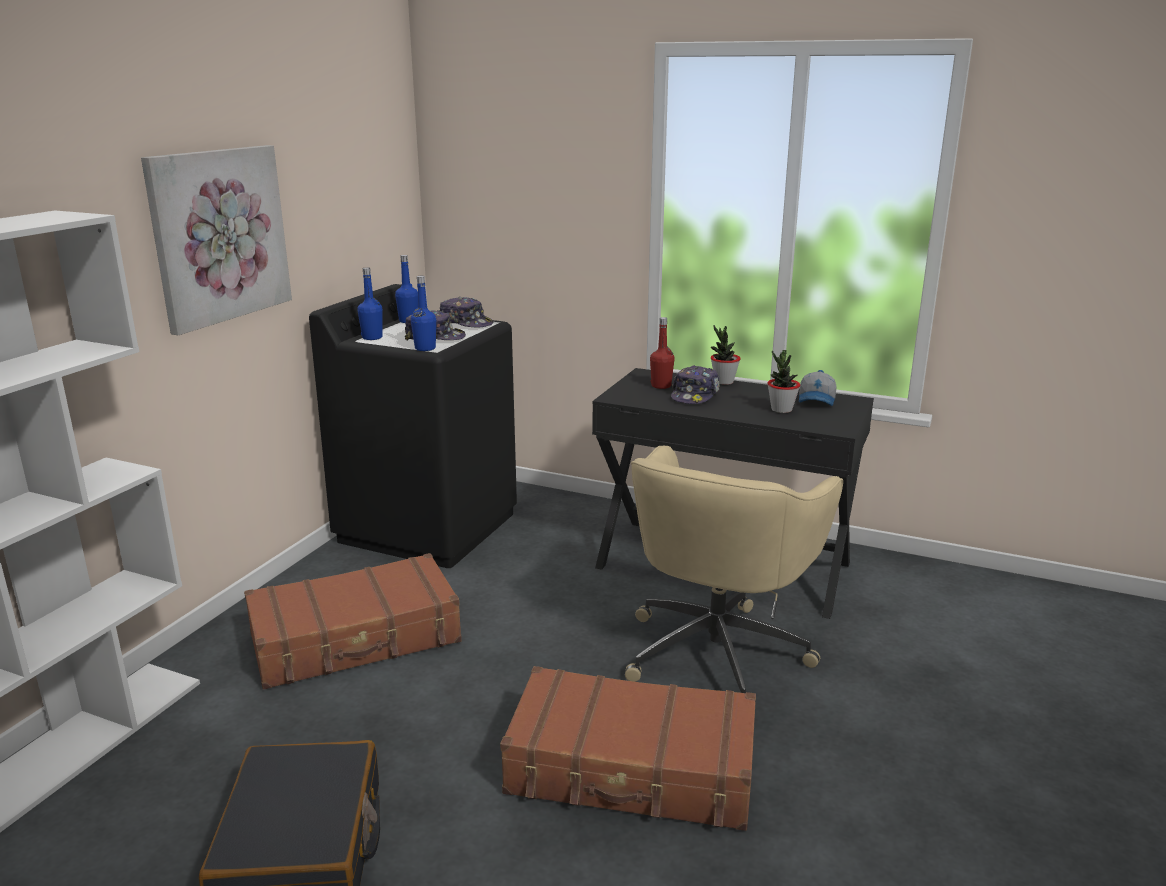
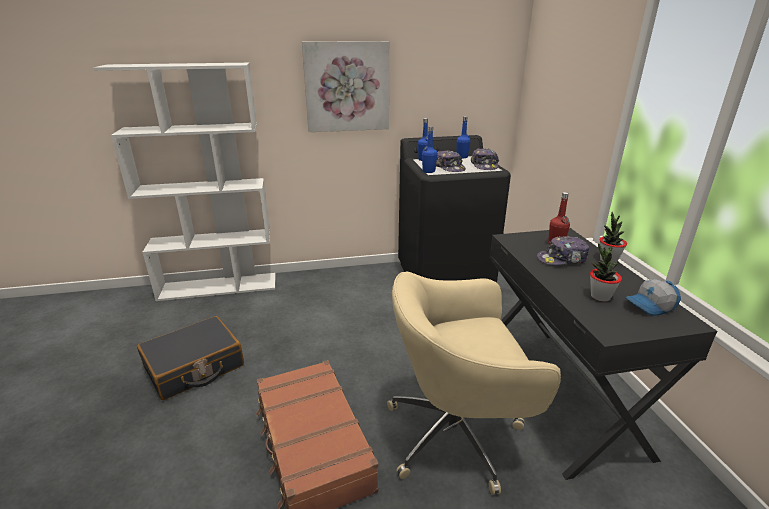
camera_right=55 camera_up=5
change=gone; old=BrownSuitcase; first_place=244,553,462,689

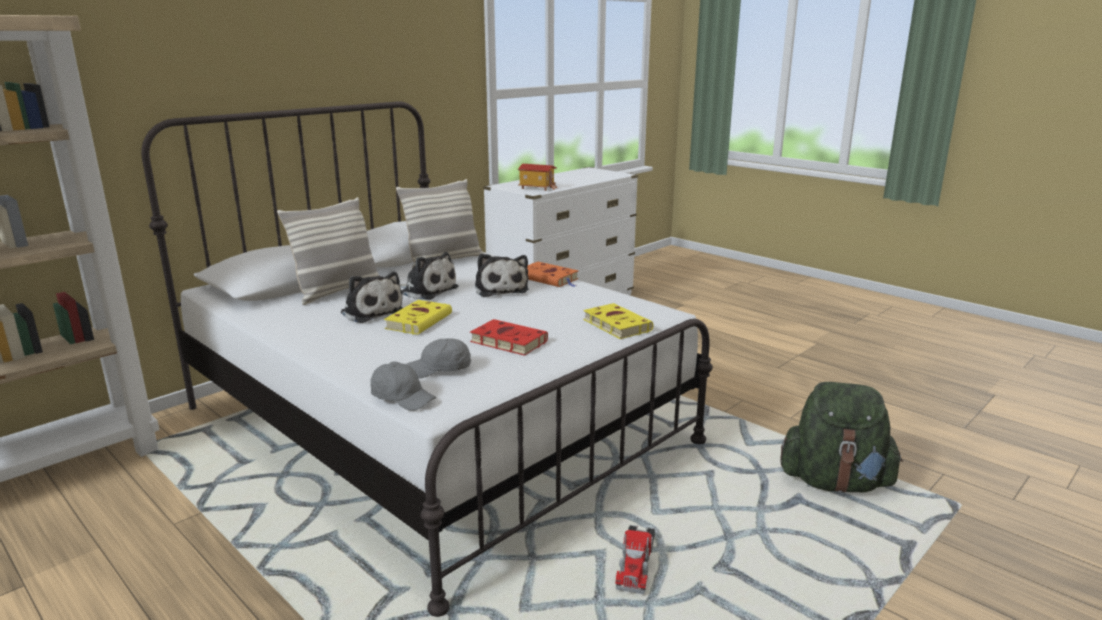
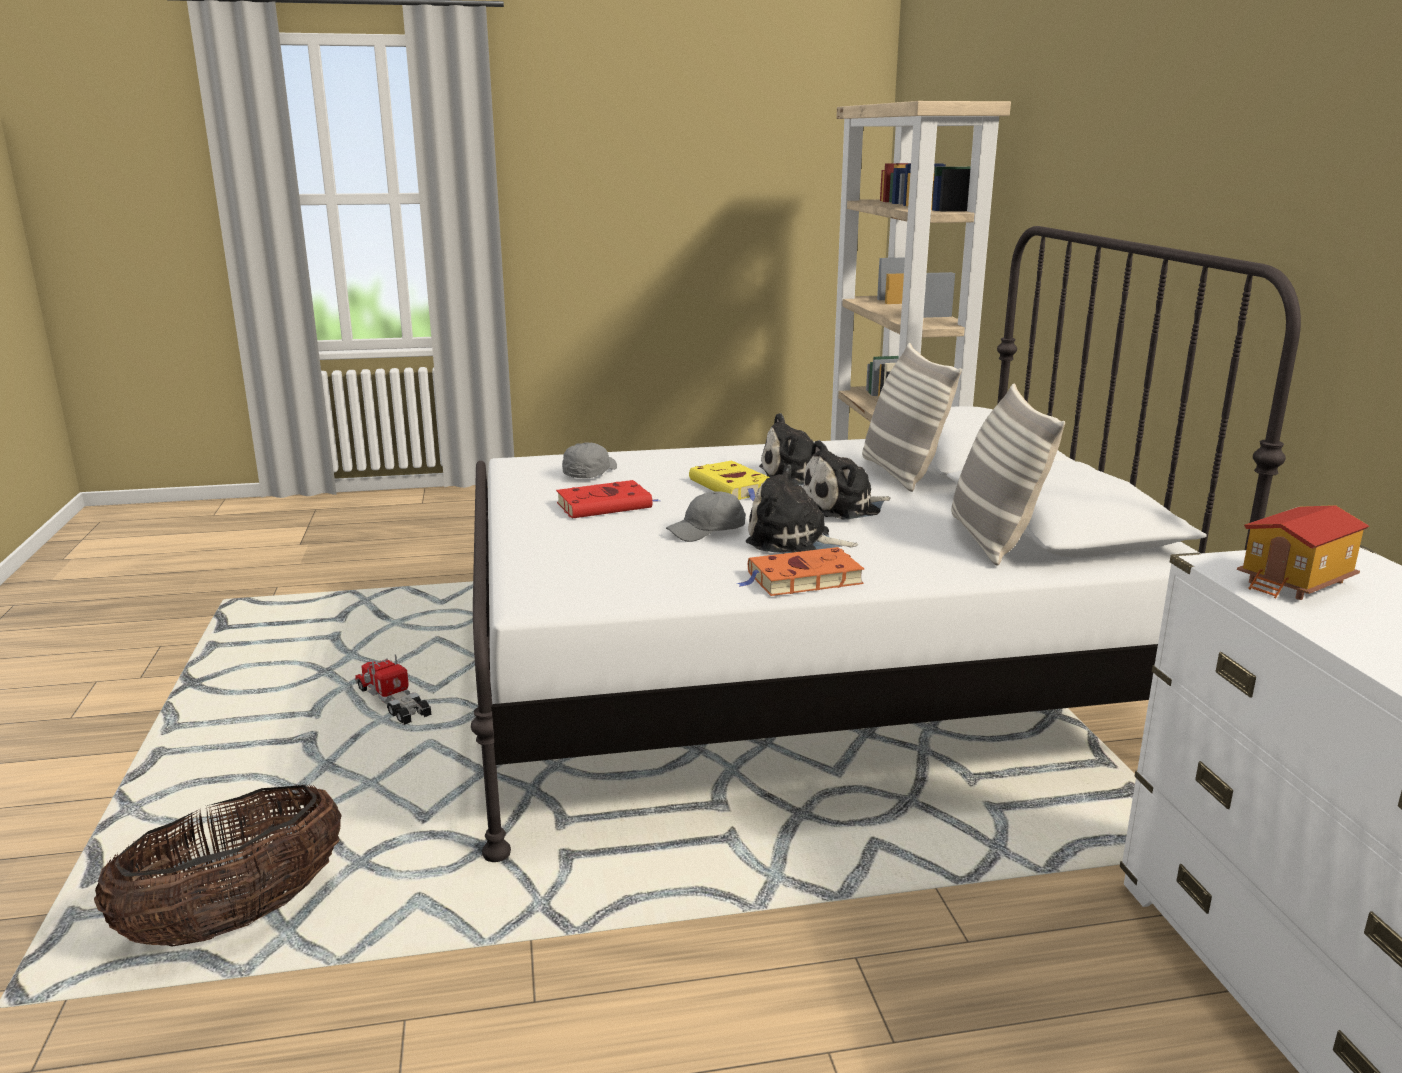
camera_right=125 camera_up=0
change=gone; old=YellowBook; first_place=583,303,653,339
change=shifted; old=GreyCap; first_place=371,362,436,411; second_place=666,491,746,542
change=swapped; old=GreenBackpack; new=Basket; first_place=780,382,903,493; second_place=94,784,342,947

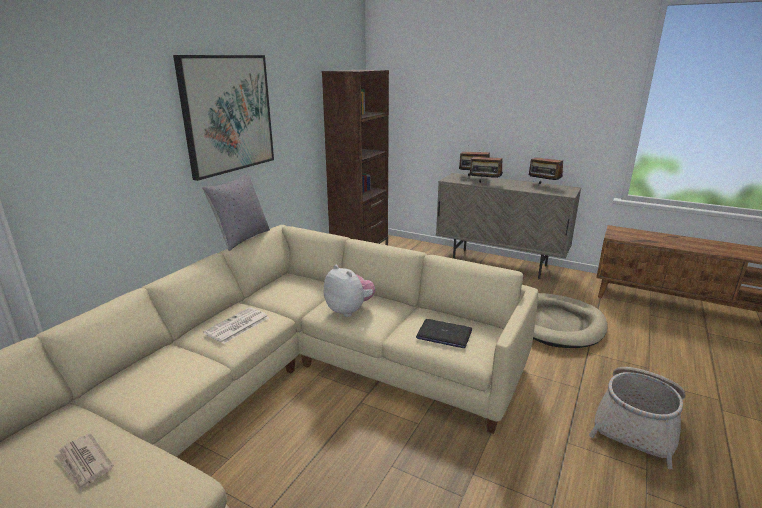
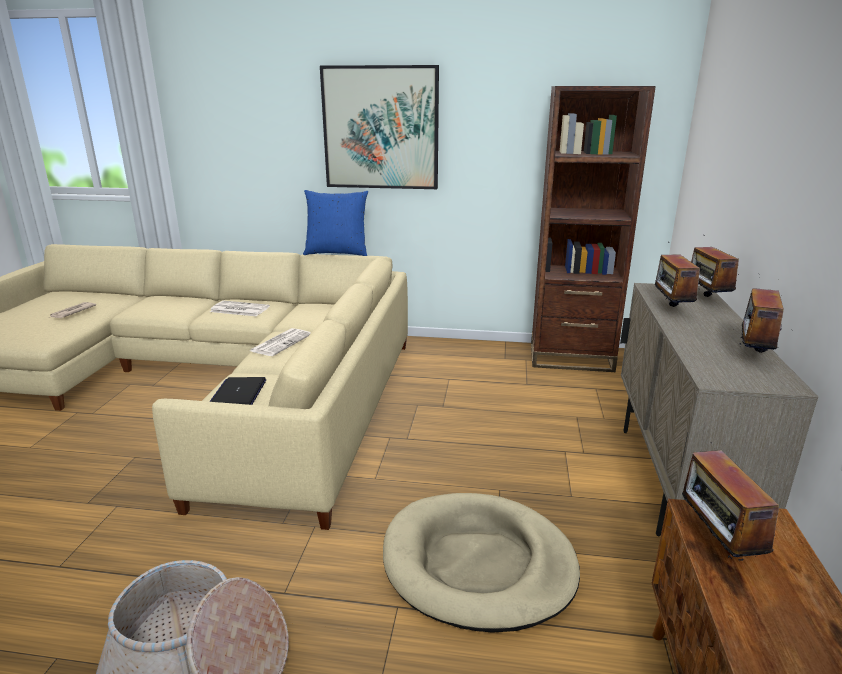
camera_right=70 camera_up=0
change=repainted; old=GreyPillow; new=BluePillow; first_place=202,173,270,251; second_place=303,190,368,256
change=swapped; old=PlushToy; new=Newspaper; first_place=324,265,376,317; second_place=250,328,311,356
change=new; new=Radio; second_place=680,442,779,561

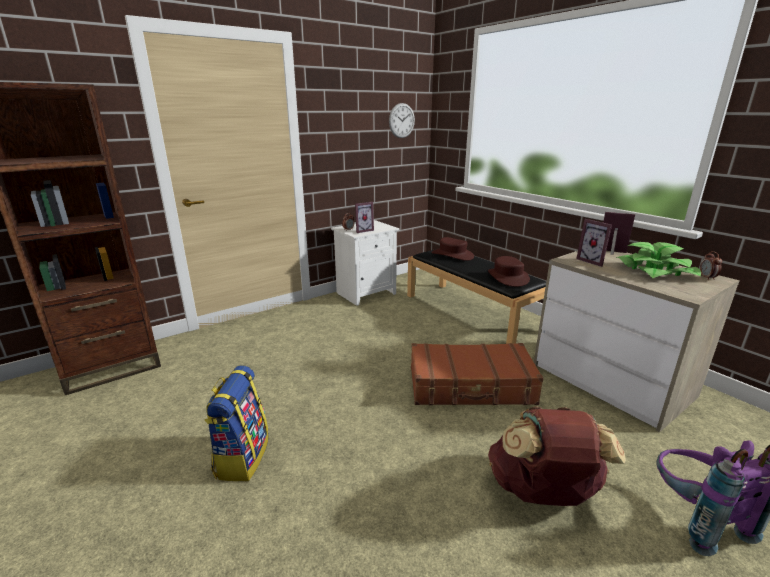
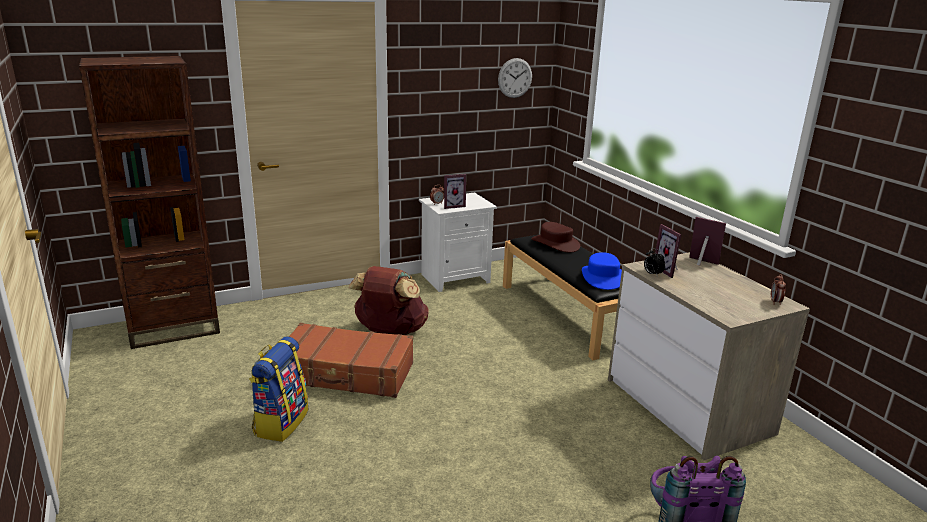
camera_right=10 camera_up=0
change=gone; old=PottedPlant; first_place=616,242,701,278
change=repainted; old=BrownHat; new=BlueHat; first_place=488,256,530,287; second_place=582,252,622,290
change=shifted; old=BrownSuitcase; first_place=411,343,544,405; second_place=289,323,413,398
change=shifted; old=BrownBackpack; first_place=488,406,626,506; second_place=348,266,429,335
change=new; new=AlarmClock; second_place=644,248,665,277

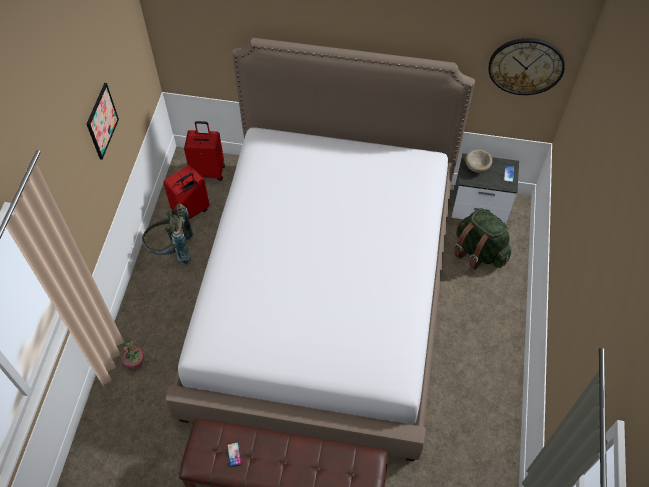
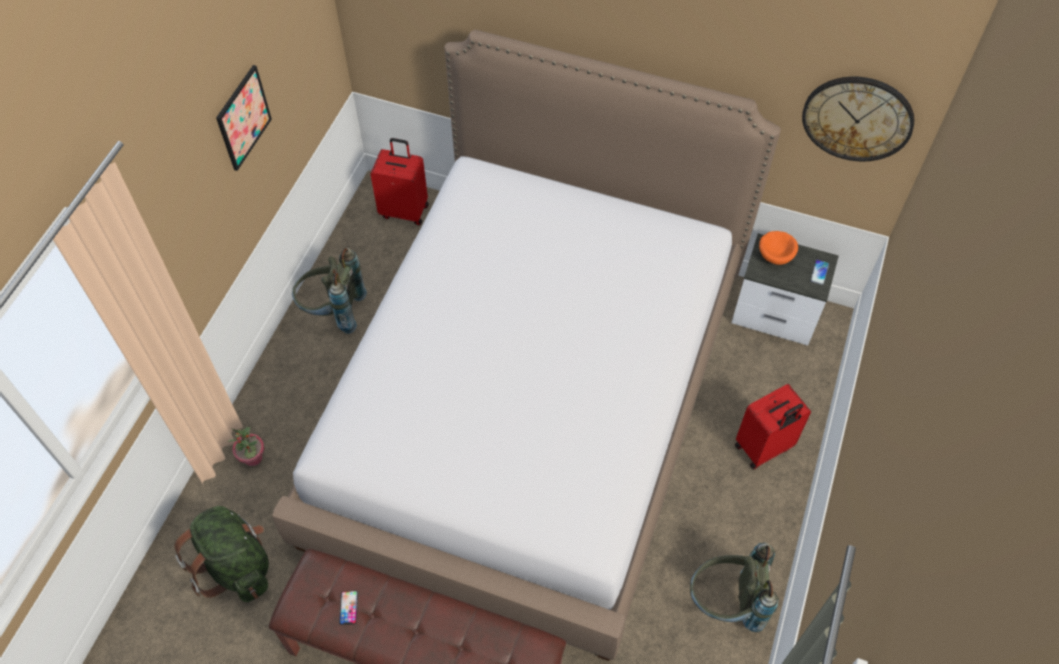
camera_right=10 camera_up=0
change=repainted; old=BeigeBowl; new=OrangeBowl; first_place=466,150,492,173; second_place=759,231,798,265
change=shifted; old=RedSuitcase; first_place=163,165,210,219; second_place=735,384,811,470
change=shifted; old=GreenBackpack; first_place=454,208,511,270; second_place=174,506,269,602
change=new; new=GreyBackpack; second_place=690,543,779,632

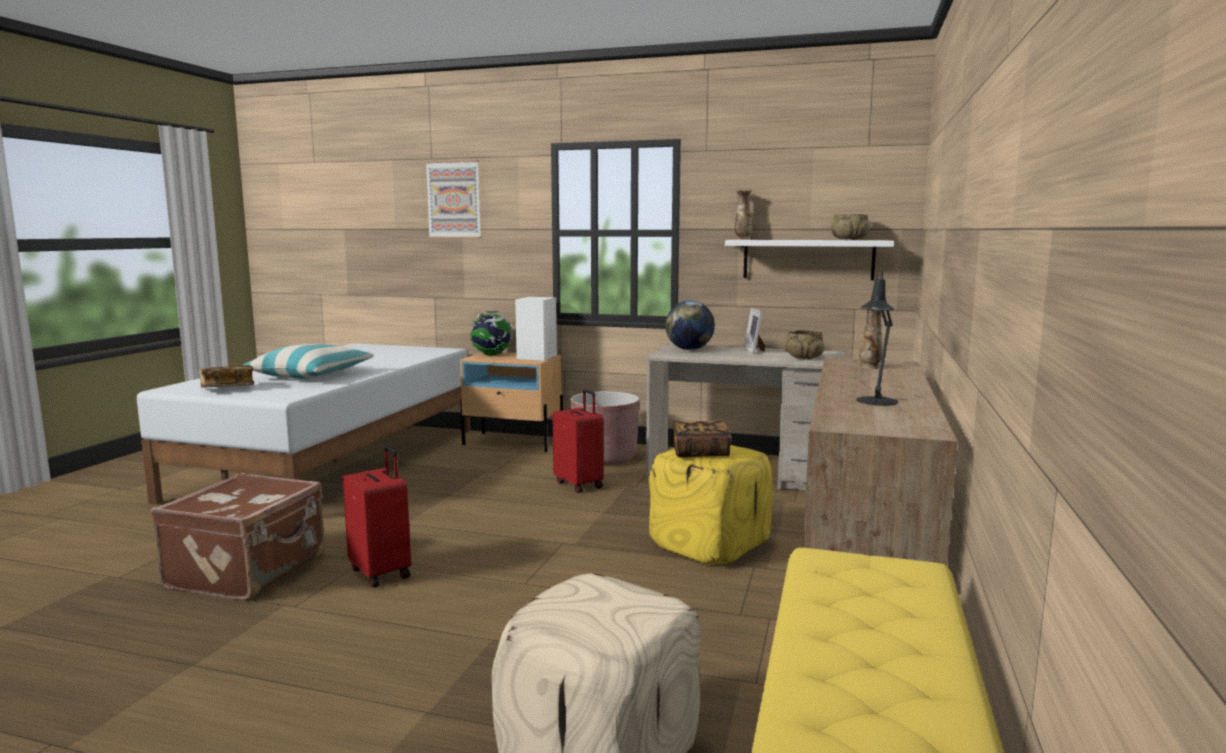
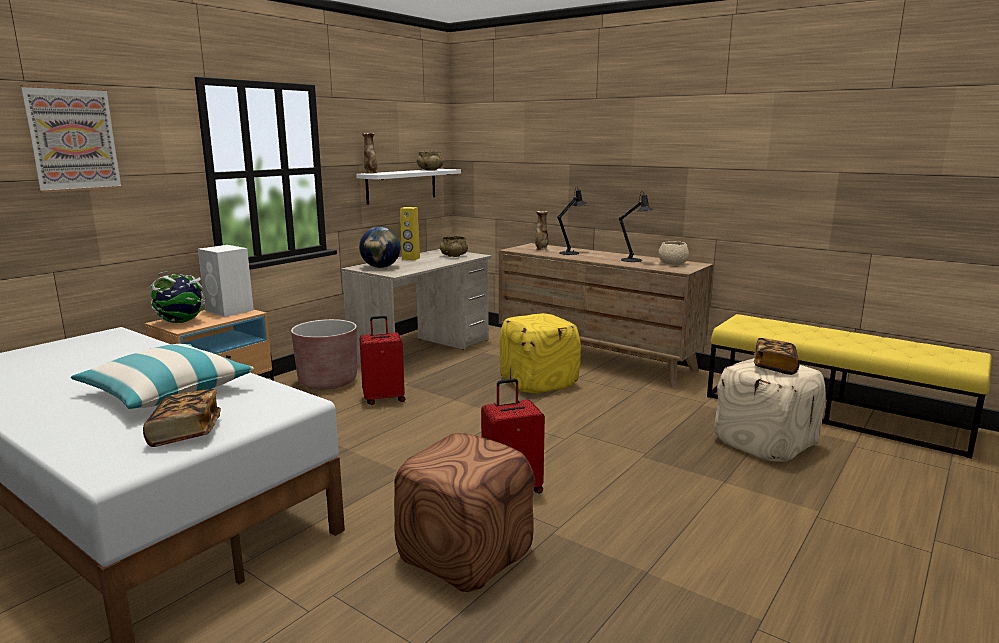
camera_right=-70 camera_up=5
change=swapped; old=PictureFrame; new=YellowSpeaker; first_place=744,308,765,354; second_place=400,207,420,260
change=shifted; old=Book; first_place=673,421,731,458; second_place=754,338,799,375
change=swapped; old=BrownSuitcase; new=BrownOttoman; first_place=151,473,325,600; second_place=394,433,536,592
change=new; new=BlackTableLamp; second_place=557,186,587,255
change=new; new=BeigeBowl; second_place=658,241,689,265

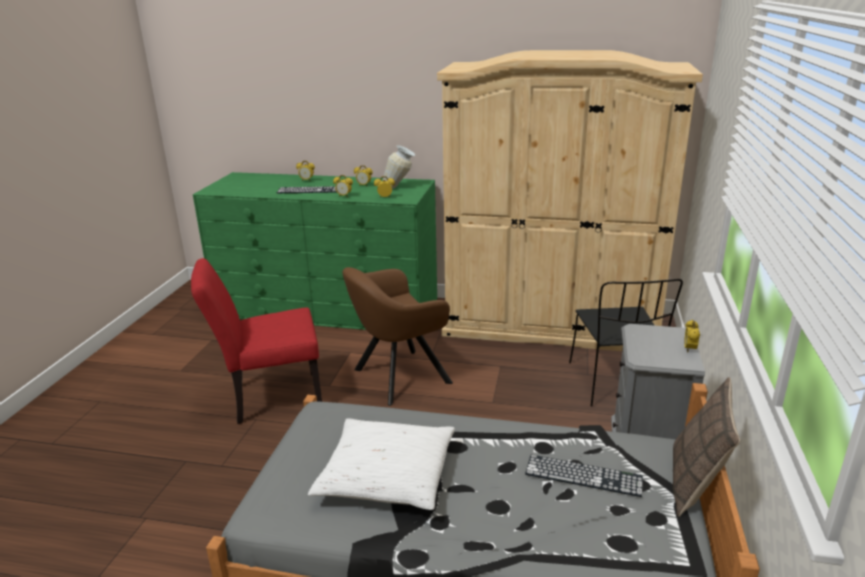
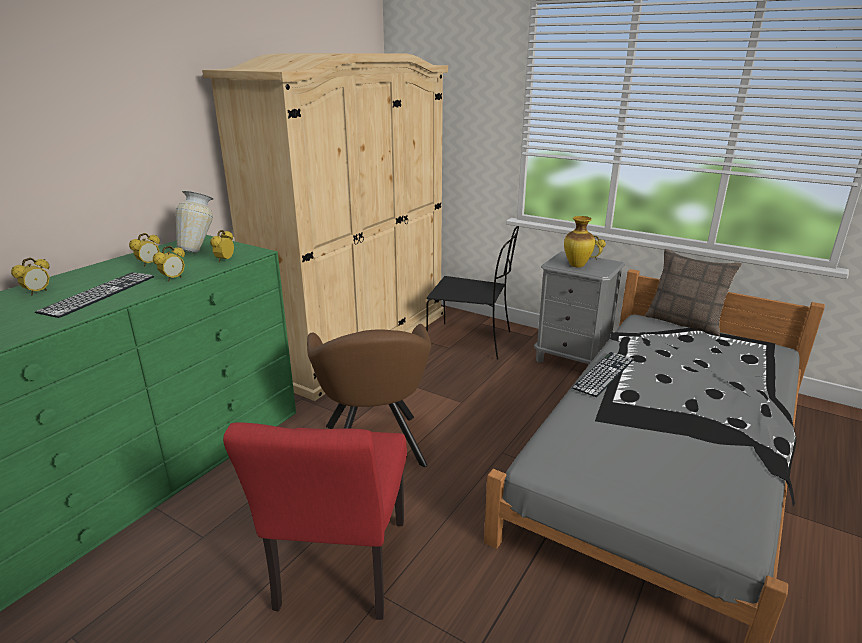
camera_right=-70 camera_up=0
change=gone; old=WhitePillow; first_place=308,418,455,510
change=shifted; old=Keyboard; first_place=525,455,643,497; second_place=572,352,634,397
change=new; new=Vase; second_place=564,216,595,267

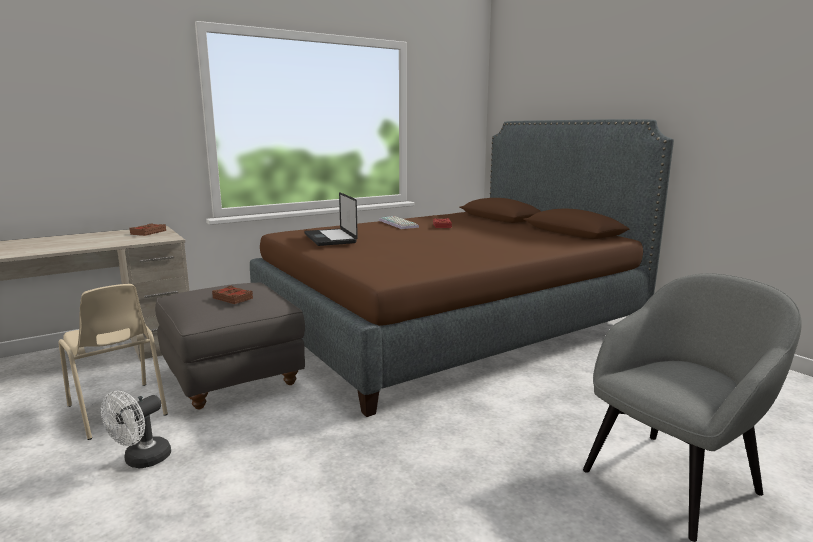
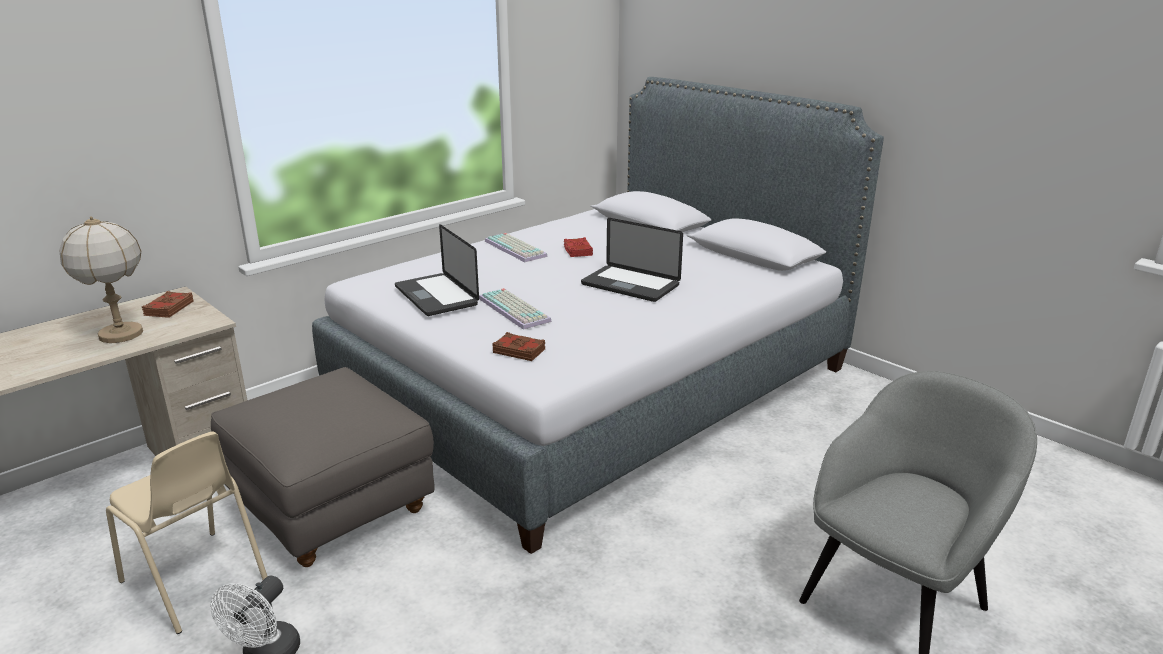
camera_right=-10 camera_up=10
change=repainted; old=BrownBed; new=GreyBed; first_place=250,119,674,417; second_place=312,77,884,554
change=shifted; old=BrownBook; first_place=212,286,253,304; second_place=492,332,545,361
change=new; new=TableLamp; second_place=59,216,143,343
change=new; new=Laptop; second_place=581,218,683,302
change=new; new=Keyboard; second_place=479,288,552,330

